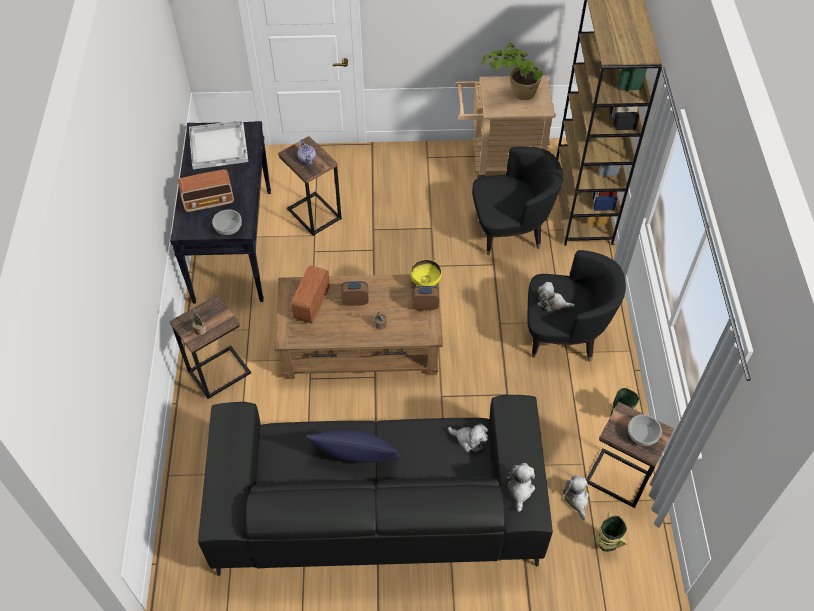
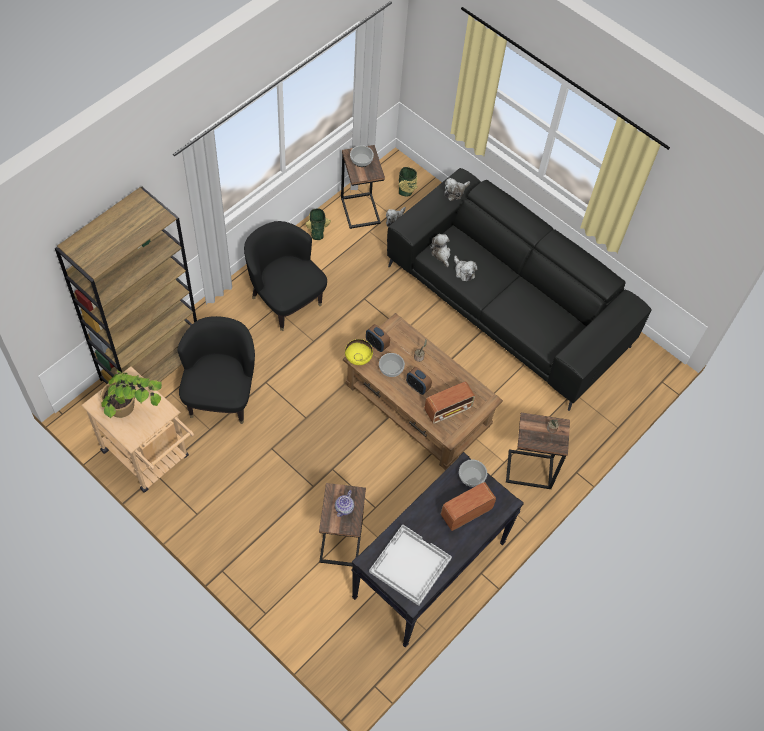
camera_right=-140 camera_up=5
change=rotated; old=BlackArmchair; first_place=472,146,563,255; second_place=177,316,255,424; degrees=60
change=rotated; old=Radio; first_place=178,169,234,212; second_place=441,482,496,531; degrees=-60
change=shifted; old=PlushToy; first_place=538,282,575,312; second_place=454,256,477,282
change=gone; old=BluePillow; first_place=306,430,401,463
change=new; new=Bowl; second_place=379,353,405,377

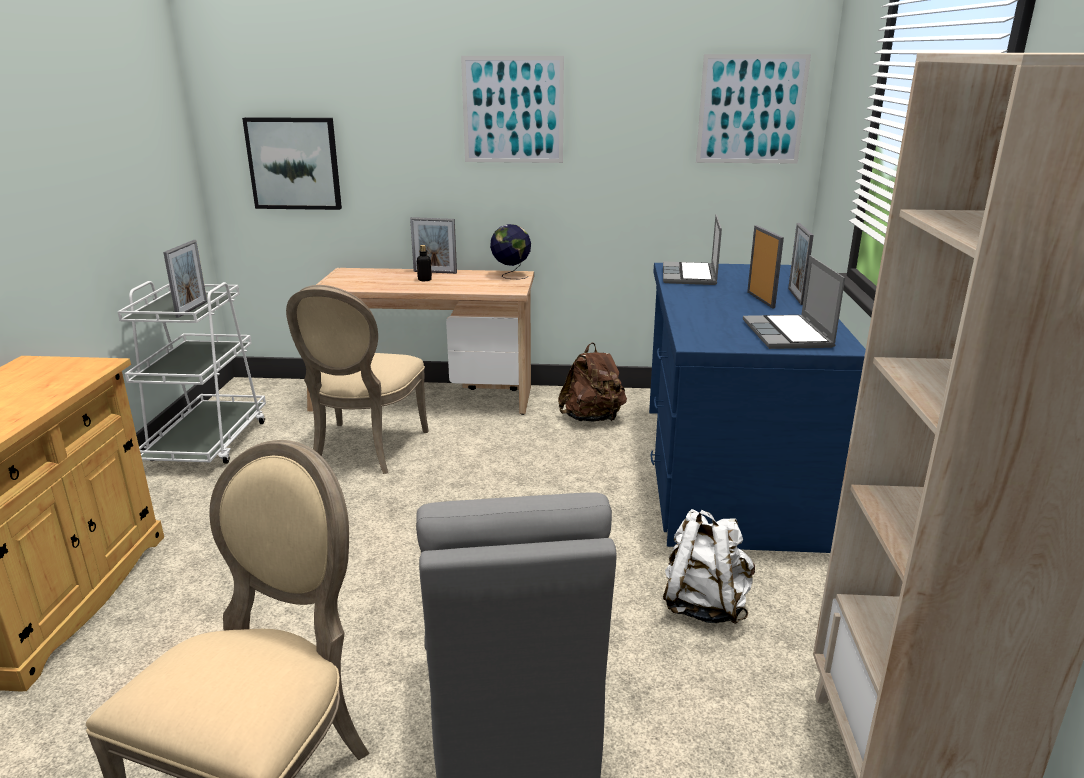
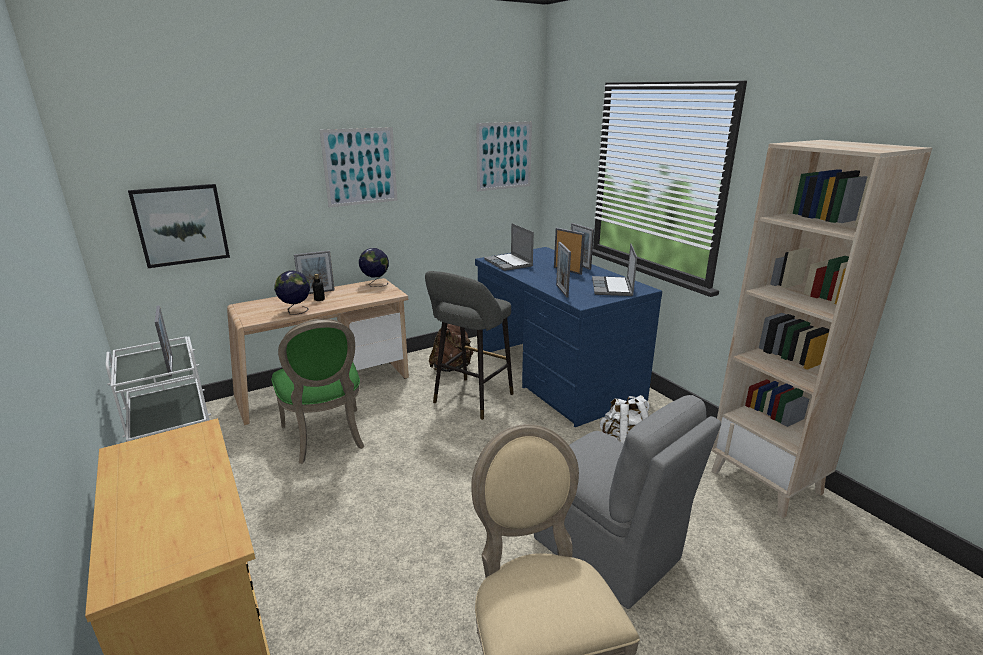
camera_right=-35 camera_up=0
change=rotated; old=Laptop; first_place=743,255,845,349; second_place=592,243,637,296; degrees=45
change=repainted; old=BeigeChair; new=GreenChair; first_place=286,285,429,474; second_place=271,319,365,464
change=new; new=PictureFrame; second_place=556,242,571,297
change=new; new=Globe; second_place=274,270,310,315
change=new; new=GreyStool; second_place=425,271,514,420

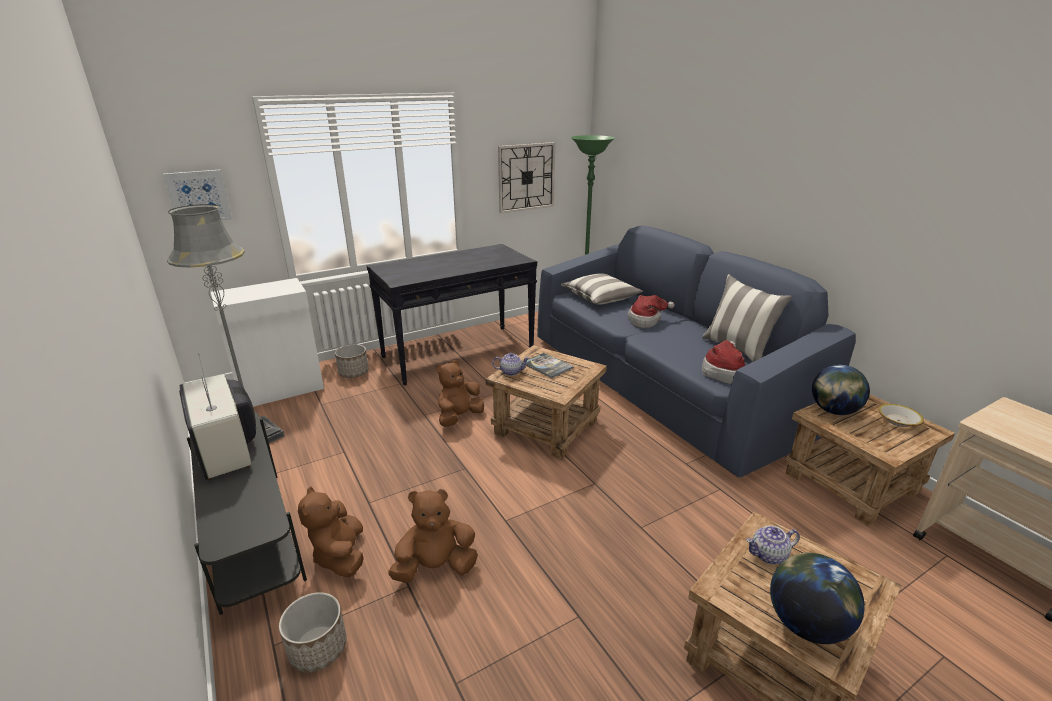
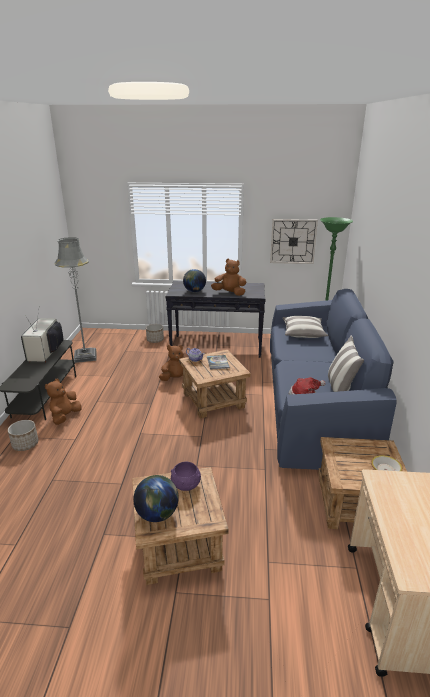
camera_right=35 camera_up=0
change=gone; old=Picture; first_place=163,170,232,221
change=gone; old=WhiteCabinet; first_place=211,278,324,407
change=gone; old=Hat; first_place=628,295,675,328
change=shifted; old=Globe; first_place=812,365,870,415; second_place=183,269,206,292
change=shifted; old=BrownPlushToy; first_place=388,489,478,583; second_place=211,258,246,296
change=swapped; old=Teapot; new=PurpleBowl; first_place=746,525,800,564; second_place=171,461,201,491

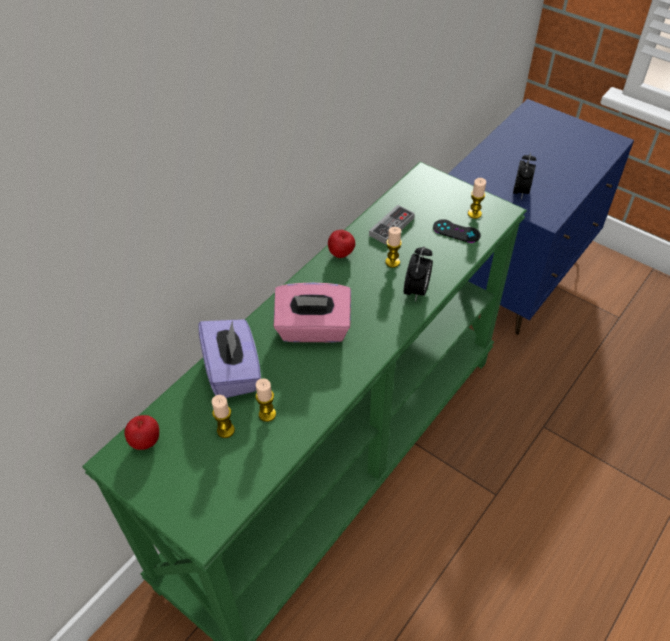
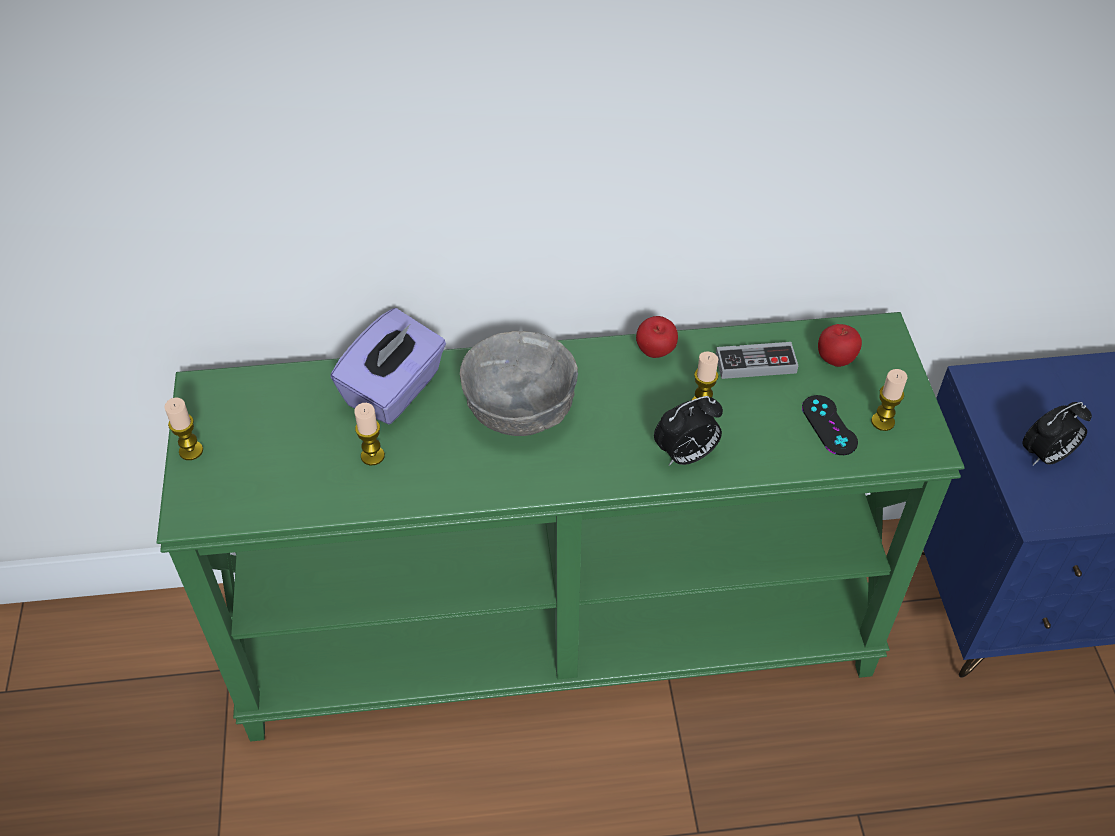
camera_right=45 camera_up=0
change=swapped; old=PinkTissueBox; new=GreyBowl; first_place=274,282,351,343; second_place=460,331,578,436
change=shifted; old=Candle; first_place=212,395,235,438; second_place=164,398,203,460
change=shifted; old=Apple; first_place=124,415,159,450; second_place=818,324,862,367

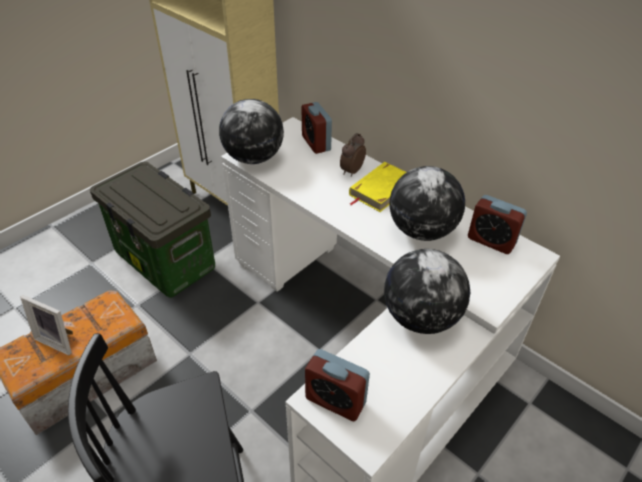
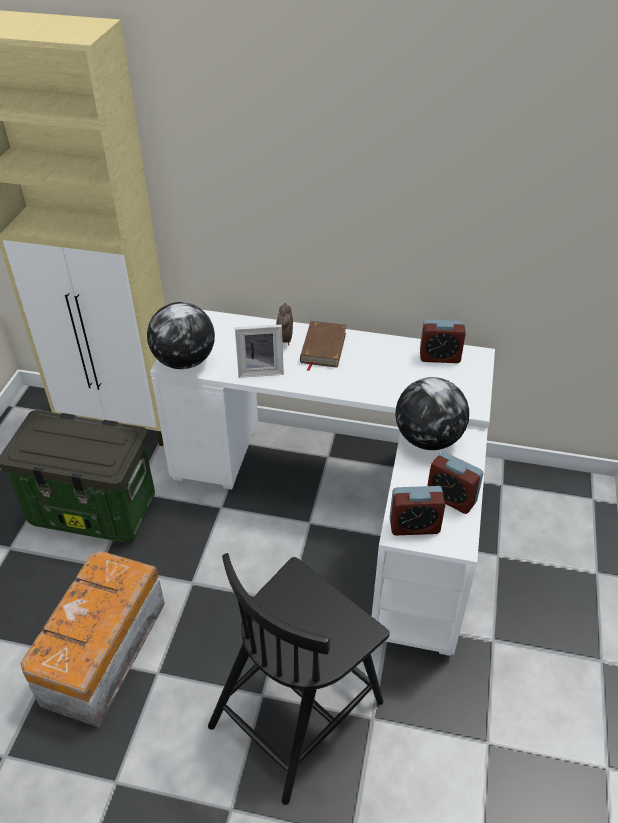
camera_right=-30 camera_up=0
change=shifted; old=AlarmClock; first_place=302,102,332,154; second_place=427,451,483,514
change=repainted; old=YellowBook; new=BrownBook; first_place=349,162,407,212; second_place=300,321,347,371
change=gone; old=Globe; first_place=390,166,465,241
change=shifted; old=PictureFrame; first_place=20,295,73,355; second_place=235,324,284,378

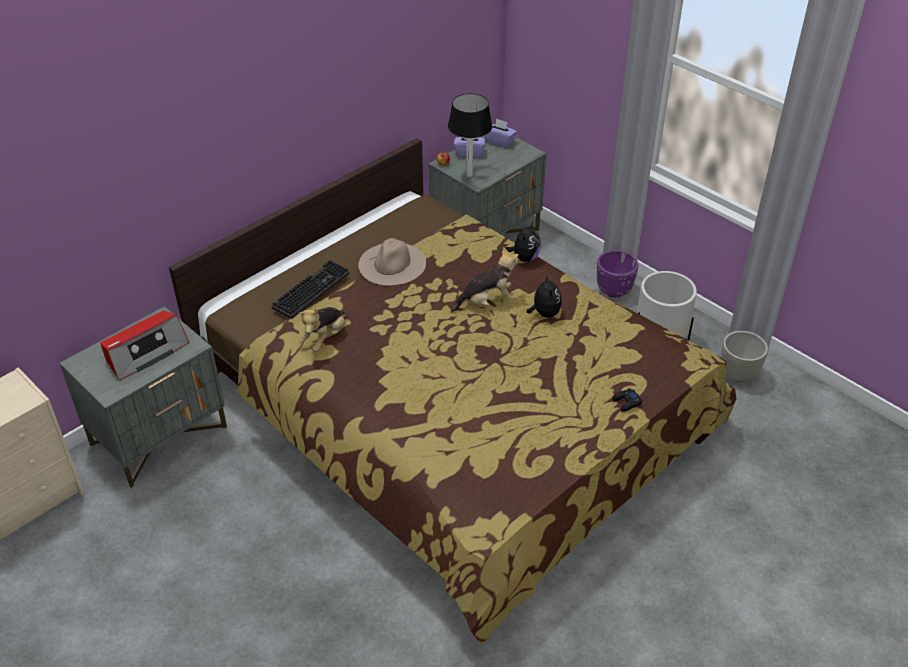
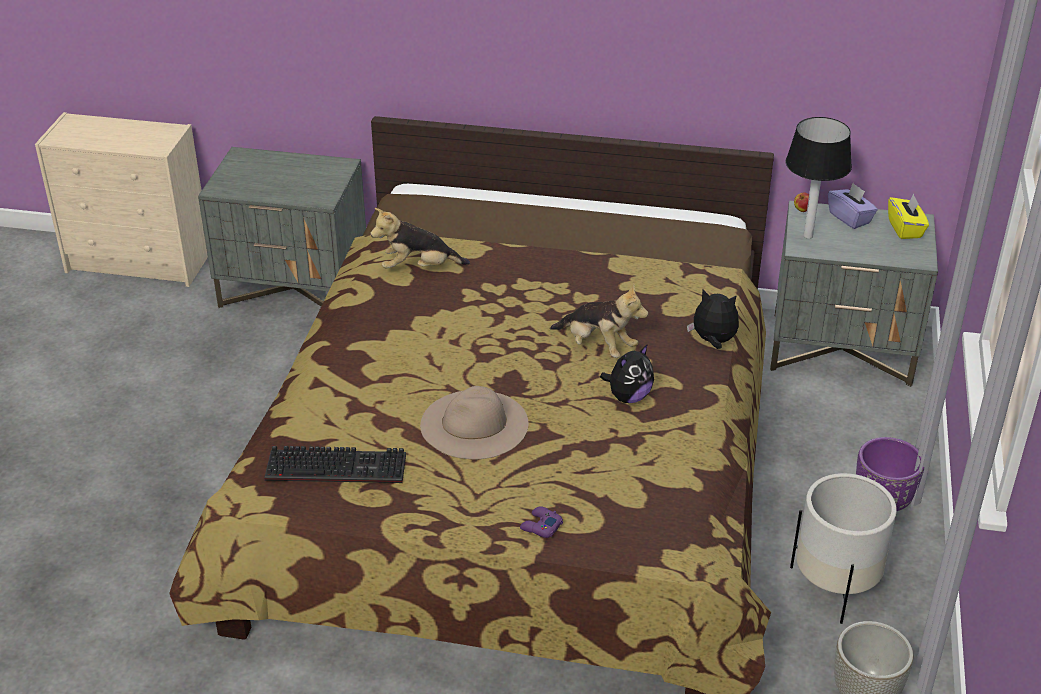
camera_right=55 camera_up=-5
change=repainted; old=PurpleTissueBox; new=YellowTissueBox; first_place=484,118,517,148; second_place=888,194,929,239
change=rotated; old=PlushToy; first_place=505,221,541,262; second_place=687,290,739,349; degrees=-150
change=shifted; old=BeigeHat; first_place=359,238,426,286; second_place=420,386,528,459
change=shifted; old=Keyboard; first_place=272,260,350,319; second_place=264,446,406,483
change=gone; old=Radio; first_place=100,311,190,380
change=repainted; old=BlackGameController; new=PurpleGameController; first_place=613,388,642,412; second_place=520,506,563,538

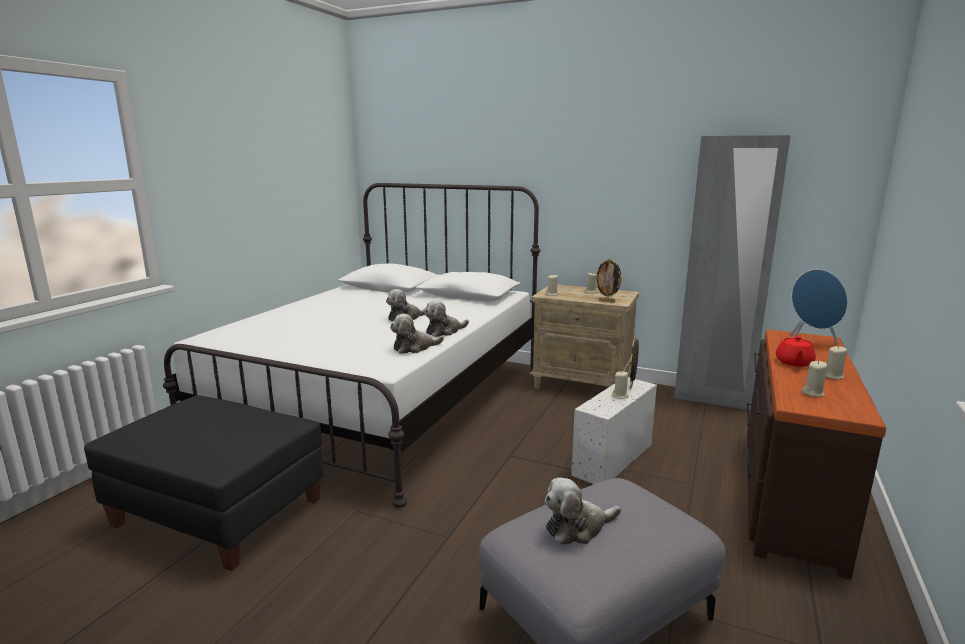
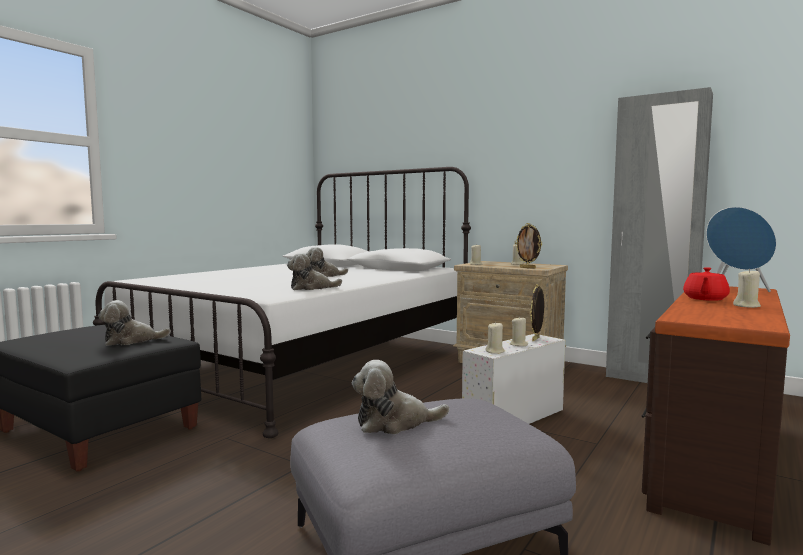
camera_right=10 camera_up=-10
change=shifted; old=PlushToy; first_place=424,300,469,337; second_place=98,300,171,346
change=shifted; old=BeigeCandle; first_place=801,361,828,397; second_place=485,322,505,354

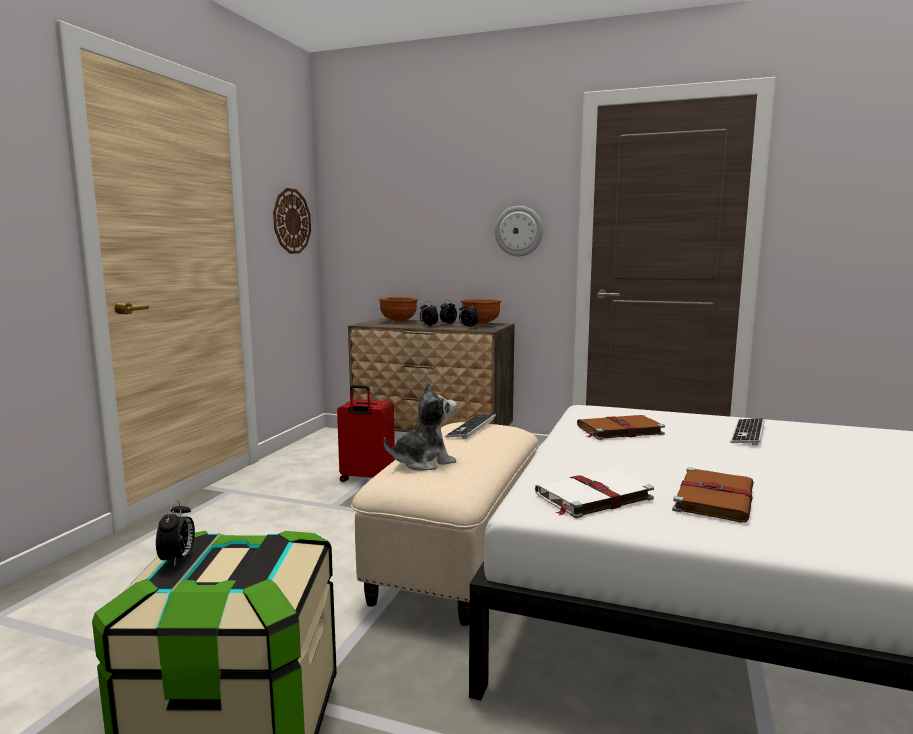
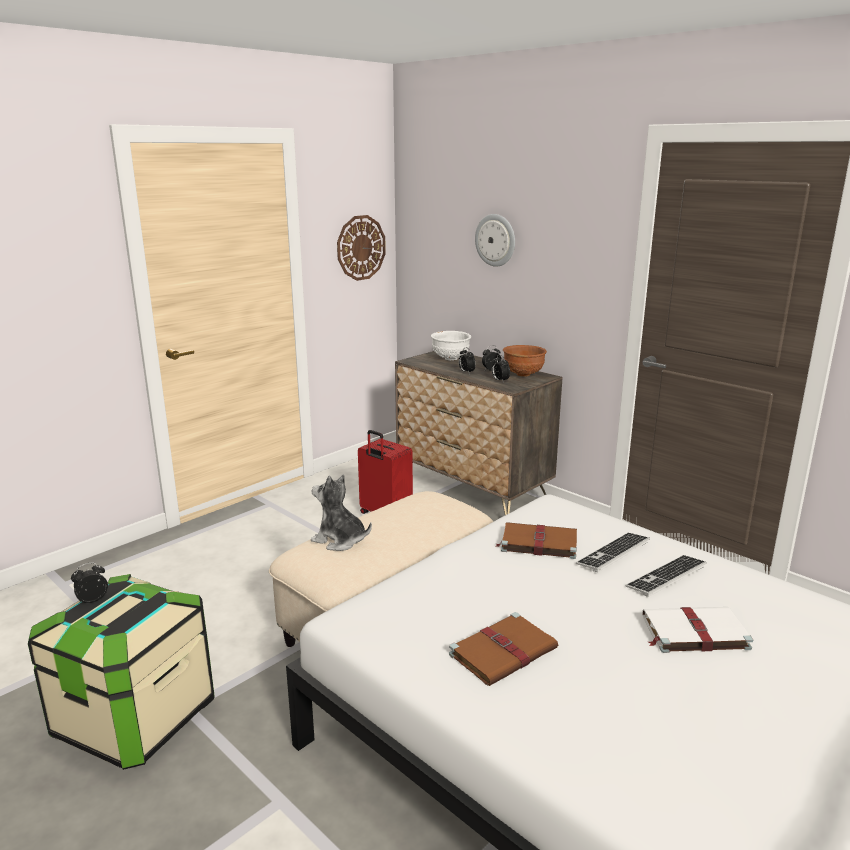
camera_right=25 camera_up=10
change=shifted; old=WallClock; first_place=495,206,543,256; second_place=475,214,515,267
change=repainted; old=BrownBowl; new=WhiteBowl; first_place=379,297,418,323; second_place=431,331,471,360
change=rotated; old=PlushToy; first_place=383,382,457,471; second_place=311,474,372,551; degrees=-150
change=shifted; old=Keyboard; first_place=445,414,496,439; second_place=576,533,650,572
change=shifted; old=WhiteBook; first_place=535,469,654,518; second_place=642,607,754,653
change=rotated; old=AlarmClock; first_place=156,500,195,567; second_place=71,562,108,603; degrees=-150

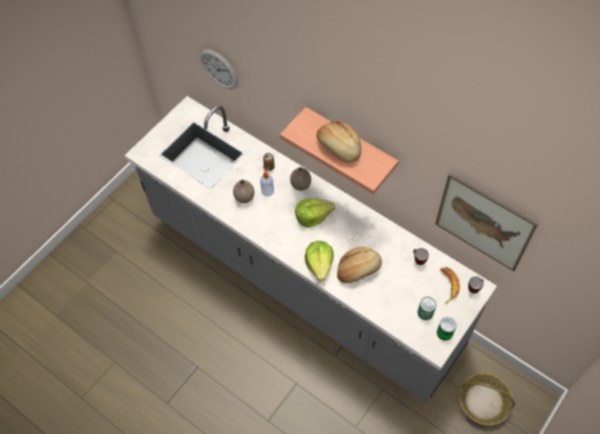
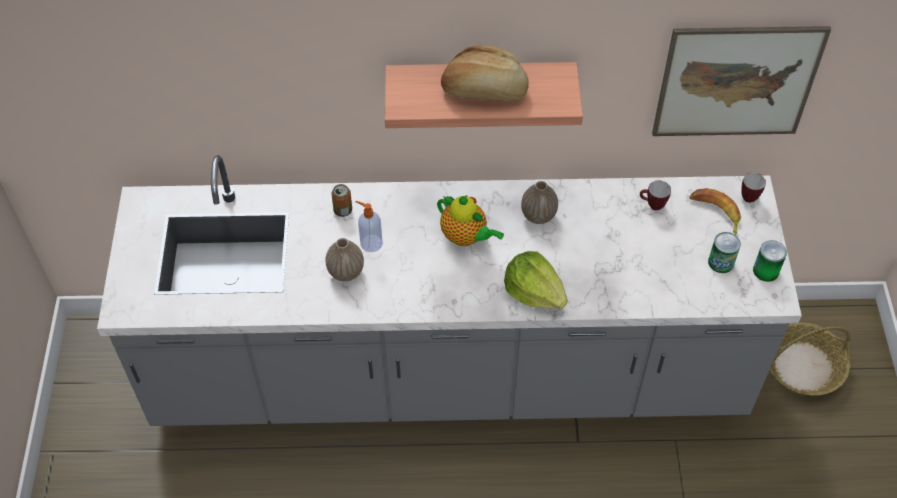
camera_right=-40 camera_up=-5
change=gone; old=WallClock; first_place=200,49,238,89
change=shifted; old=Vase; first_place=290,167,311,191; second_place=521,181,558,224
change=swapped; old=Lettuce; new=Teapot; first_place=295,198,335,228; second_place=437,195,504,246
change=gone; old=Bread; first_place=337,247,382,283

